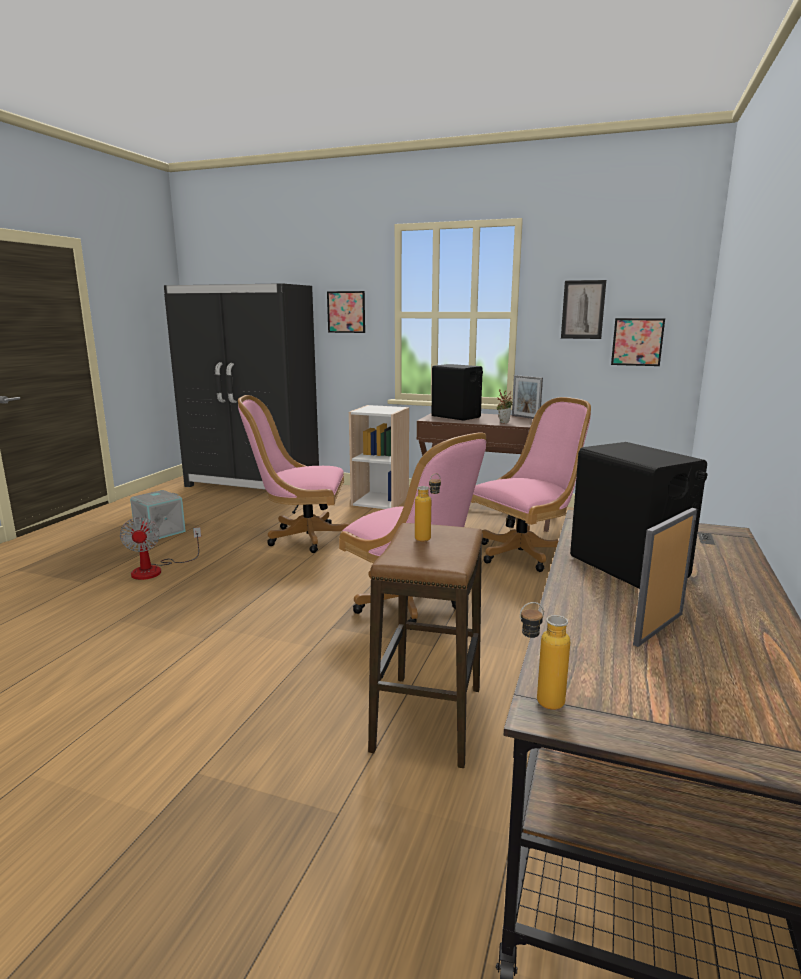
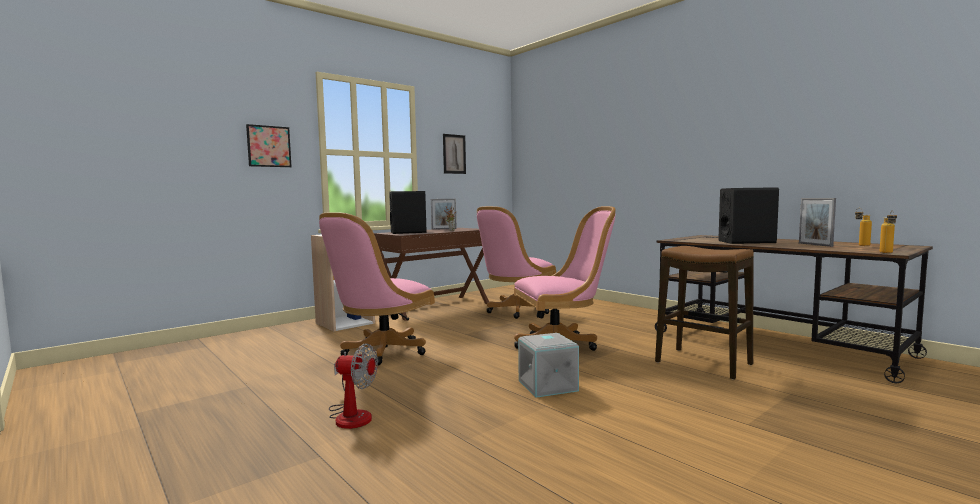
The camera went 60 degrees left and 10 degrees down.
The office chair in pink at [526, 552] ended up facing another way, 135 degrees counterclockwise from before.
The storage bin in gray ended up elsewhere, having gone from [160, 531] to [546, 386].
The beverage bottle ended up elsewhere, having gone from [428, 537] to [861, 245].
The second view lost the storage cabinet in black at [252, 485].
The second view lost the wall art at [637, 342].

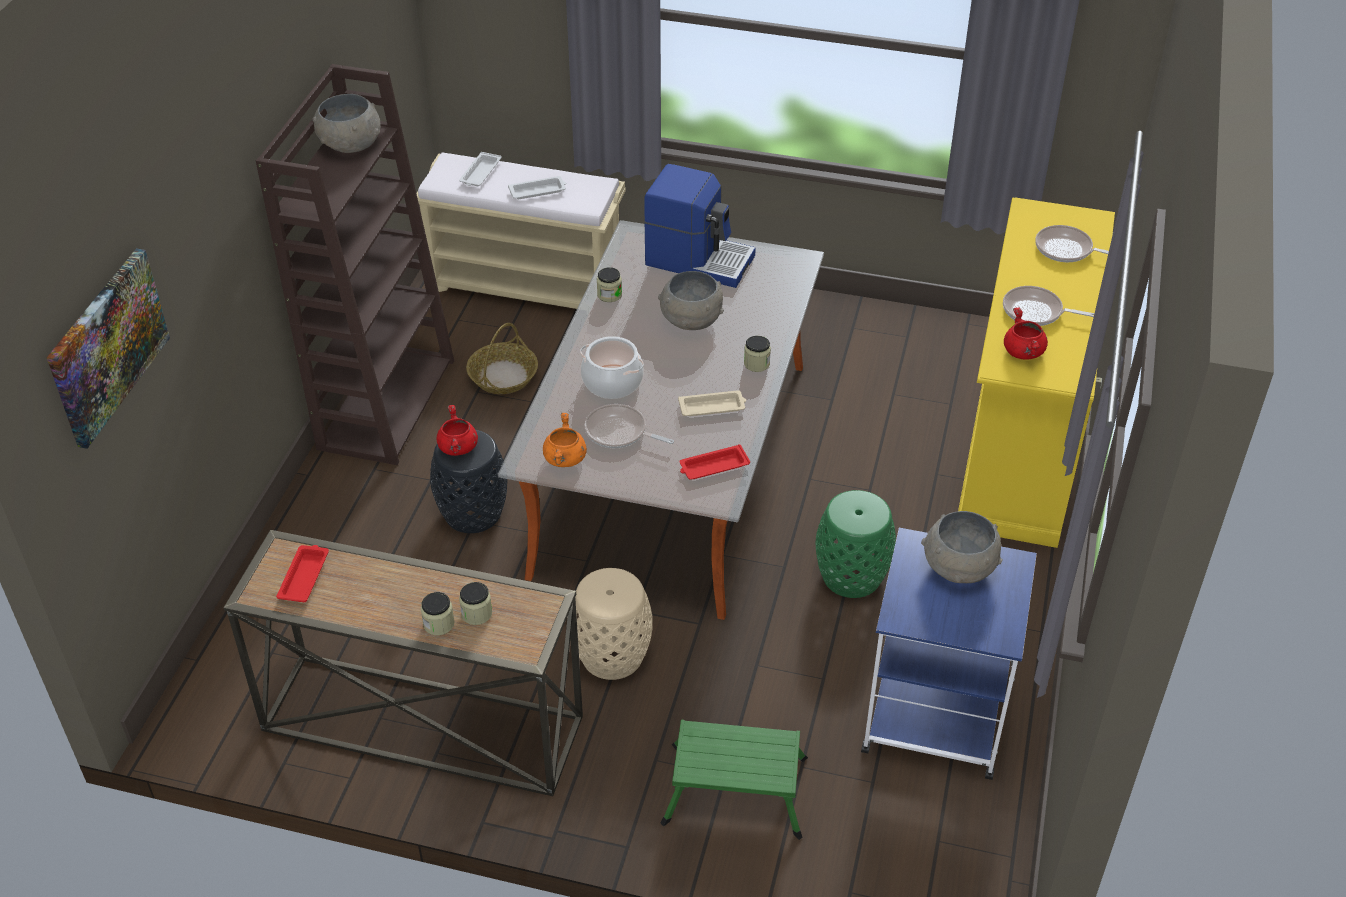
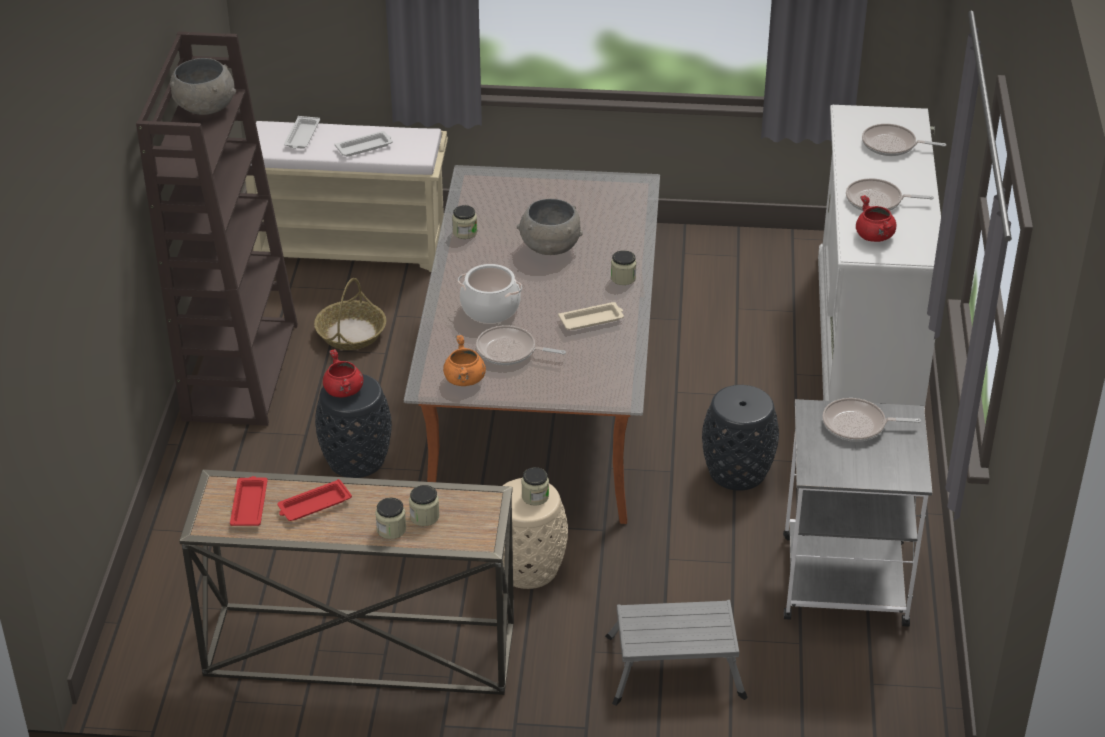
The camera went 10 degrees left and 5 degrees down.
The carrying tray in red-coloured ended up elsewhere, having gone from [713, 466] to [313, 505].
The second view gained the storage jar at [535, 496].
What was the step ladder in green-coloured at [734, 789] turned into the step ladder in gray at [674, 666].
What was the sitting stool in green-coloured at [851, 576] turned into the sitting stool in black at [737, 472].
What was the cart in blue-coloured at [934, 718] turned into the cart in gray at [844, 583].
What was the storage cabinet in yellowish at [1021, 442] turned into the storage cabinet in white at [867, 337].
Where the deep dish in gray stood at [959, 567], the pan came to stand at [858, 425].
The second view lost the wall art at [107, 346].
The second view lost the coffee brewer at [699, 259].

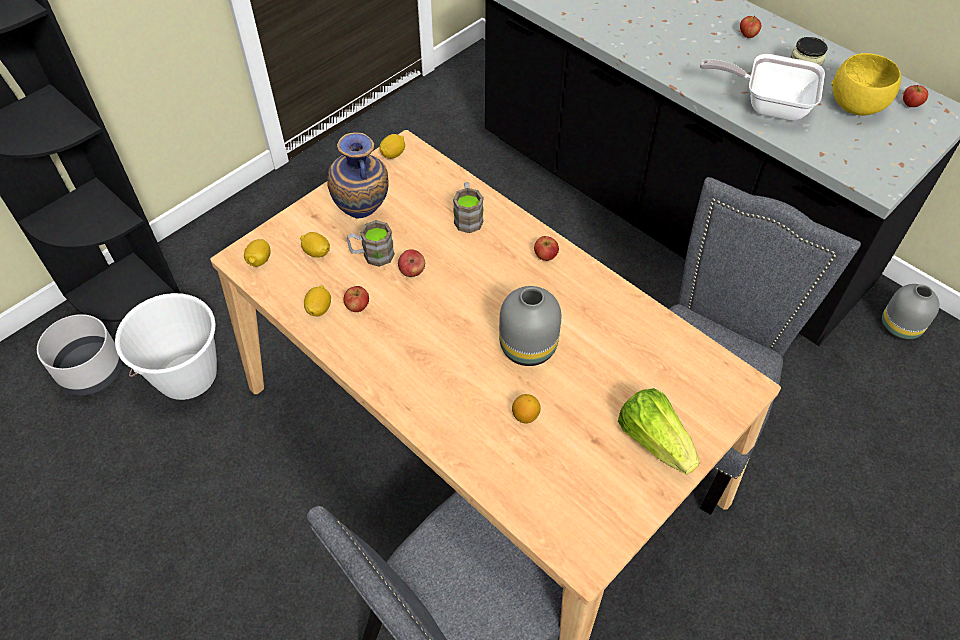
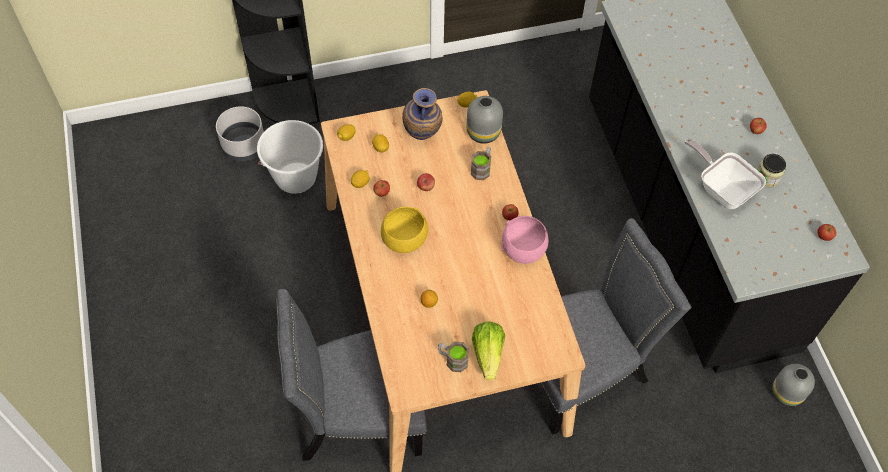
The camera went 30 degrees right and 5 degrees up.
The deep dish in yellowish ended up elsewhere, having gone from [856, 106] to [404, 241].
The mug in brown ended up elsewhere, having gone from [372, 255] to [452, 360].
The decorative vase in gray ended up elsewhere, having gone from [528, 348] to [483, 133].
The second view gained the deep dish in pink at [523, 250].

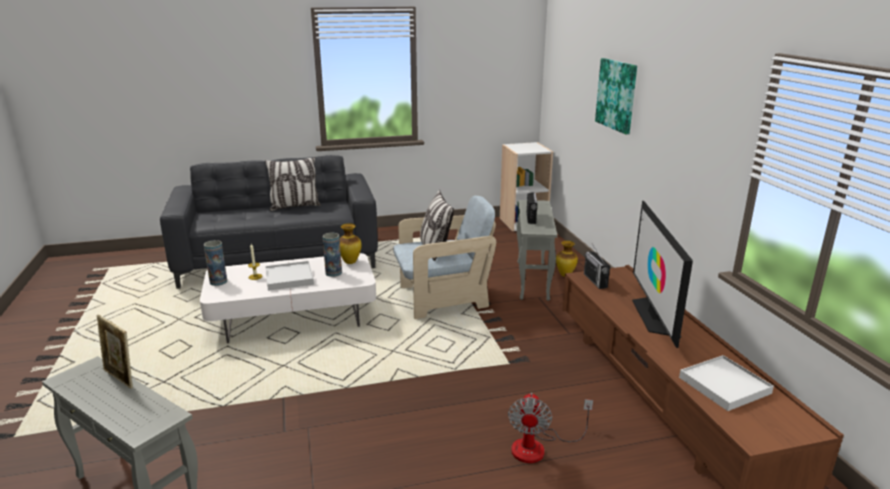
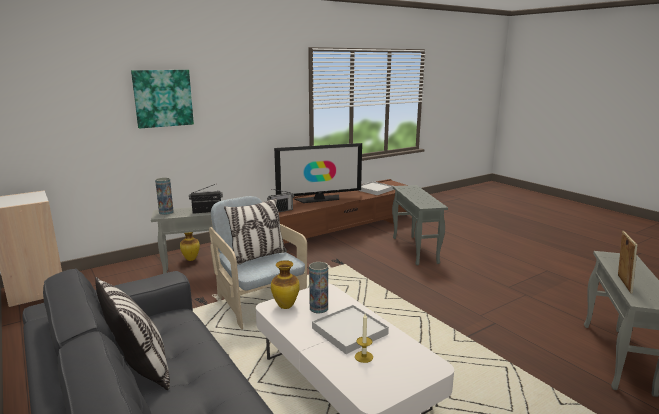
The camera went 110 degrees left and 5 degrees down.
The decorative vase ended up elsewhere, having gone from [218, 282] to [166, 212].
Where the electric fan stood at [538, 447], the accent table in gray came to stand at [414, 250].

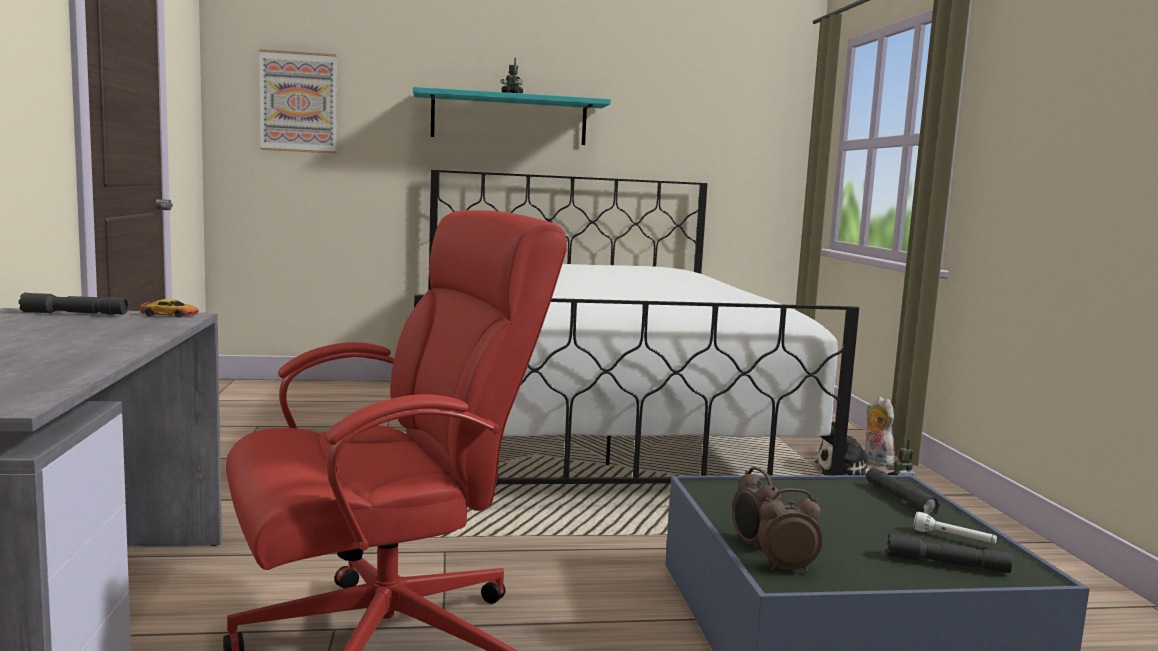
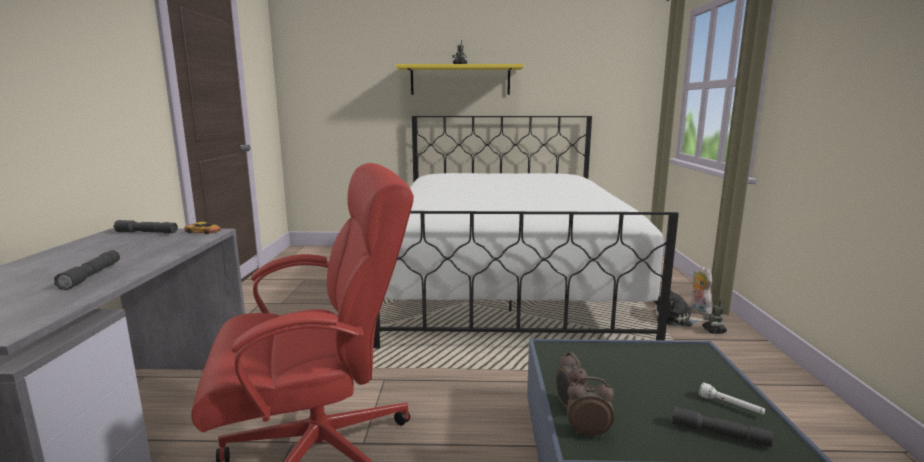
The camera went 10 degrees right and 5 degrees up.
The torch in gray ended up elsewhere, having gone from [899, 499] to [91, 275].
What was the shelf in blue-green at [509, 119] turned into the shelf in yellowish at [460, 80].
The second view lost the wall art at [298, 102].

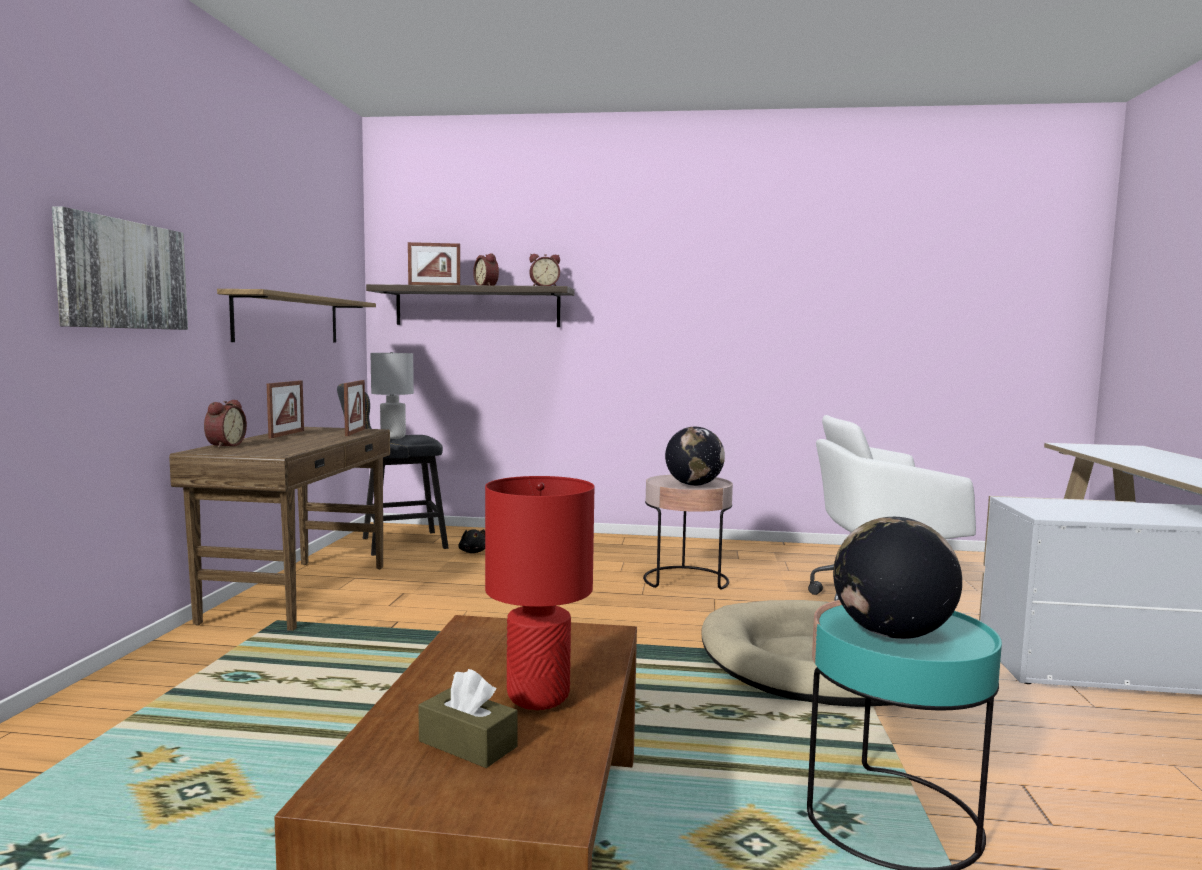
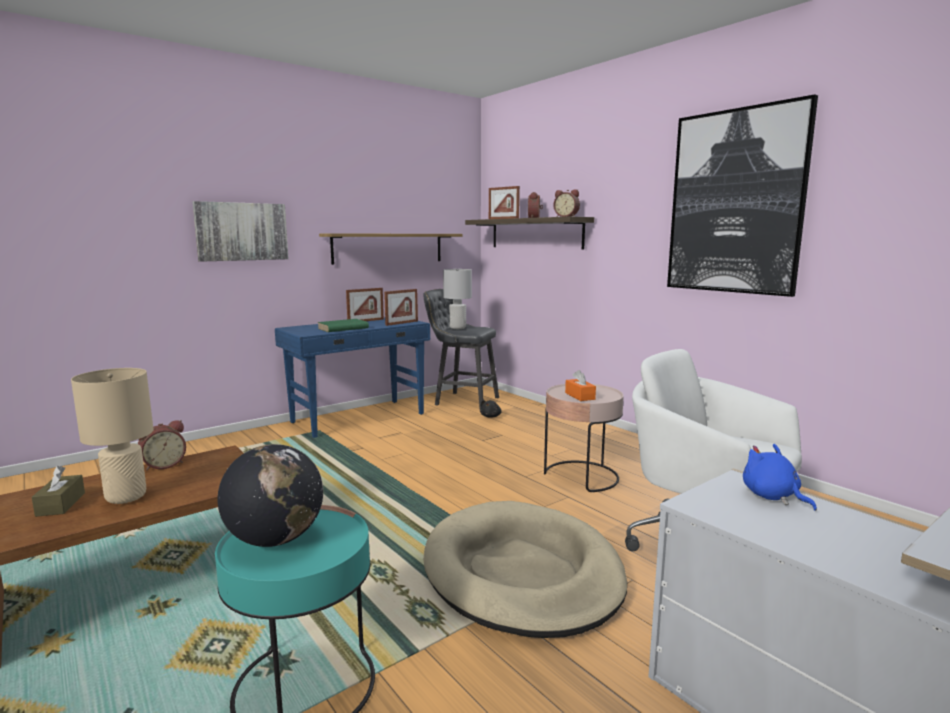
The camera went 45 degrees right and 5 degrees up.
What was the tabletop lamp in red-coloured at [538, 702] turned into the tabletop lamp in sand-coloured at [126, 499].
The alarm clock ended up elsewhere, having gone from [224, 445] to [163, 465].
What was the narrow table in brown at [299, 593] turned into the narrow table in blue-coloured at [359, 418].
The second view gained the bound book in green-coloured at [342, 328].
Where the desk globe stood at [694, 485], the box of tissues in orange-coloured came to stand at [580, 396].
The second view gained the wall art at [735, 202].
The second view gained the plush toy in blue-coloured at [772, 497].

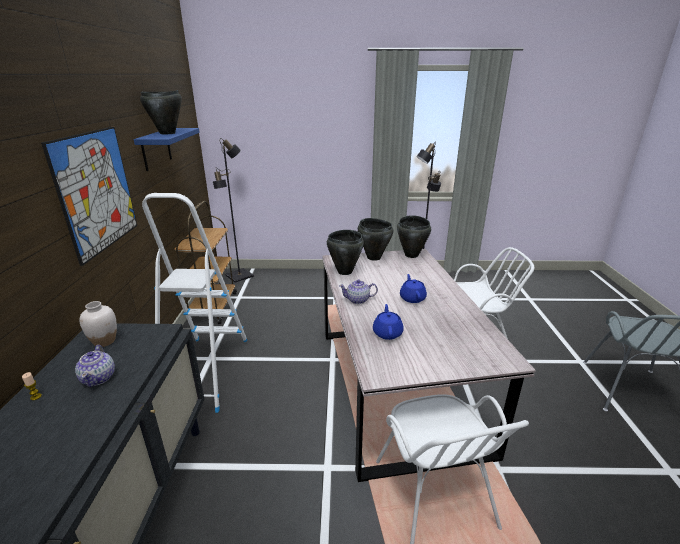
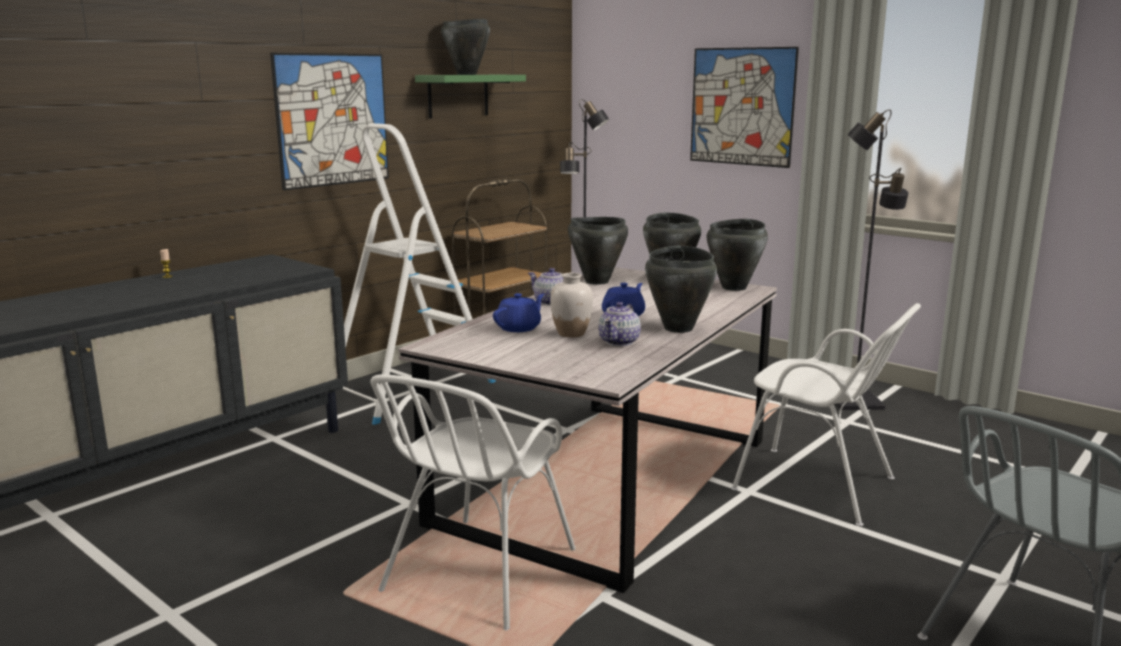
The camera went 40 degrees right and 10 degrees down.
What was the shelf in blue-coloured at [156, 149] turned into the shelf in green-coloured at [458, 95].
The decorative vase in white ended up elsewhere, having gone from [104, 341] to [571, 334].
The teapot ended up elsewhere, having gone from [99, 378] to [619, 341].
The second view gained the cooking pot in black at [679, 328].
The second view gained the wall art at [742, 106].

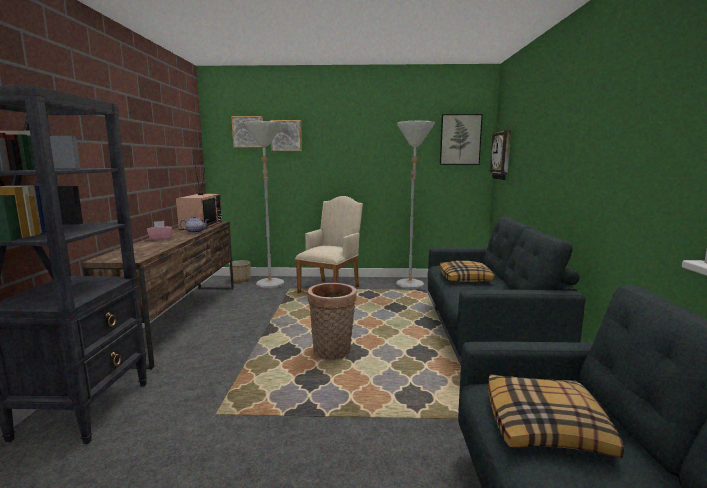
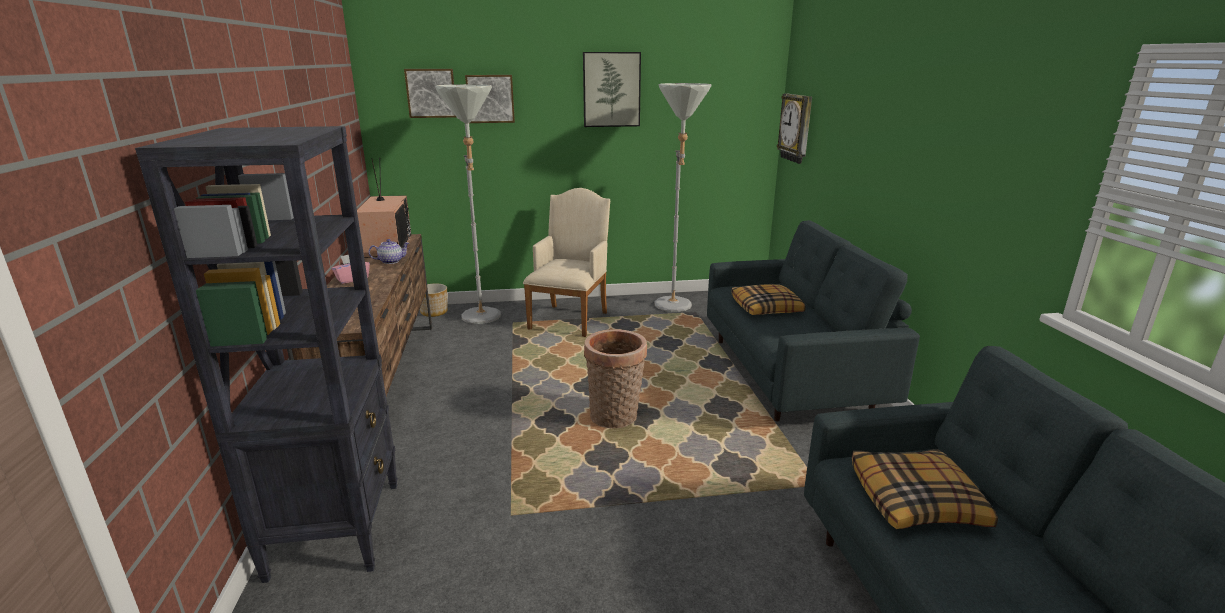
The camera went 10 degrees left and 10 degrees up.
The wall art ended up elsewhere, having gone from [460, 139] to [611, 89].

